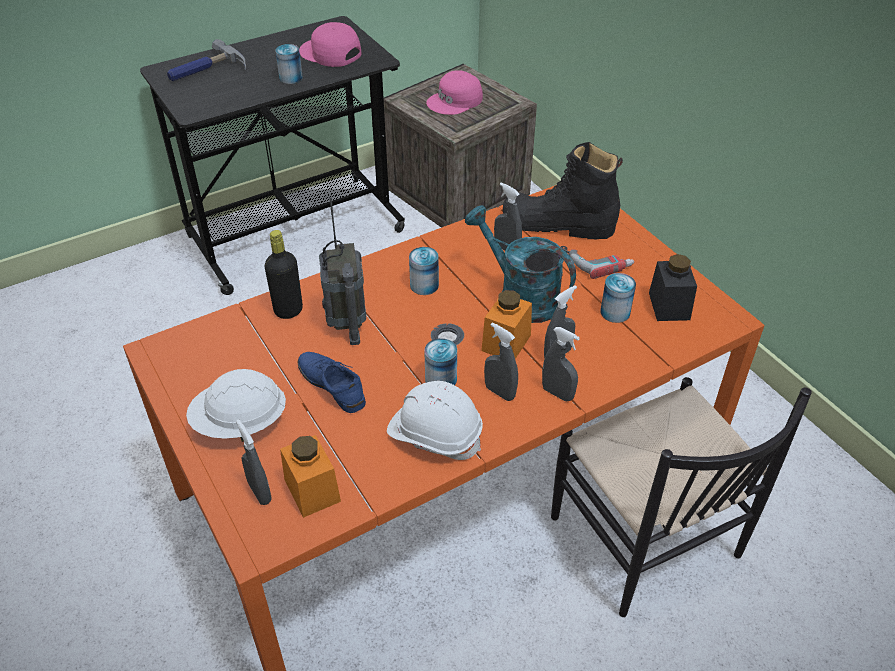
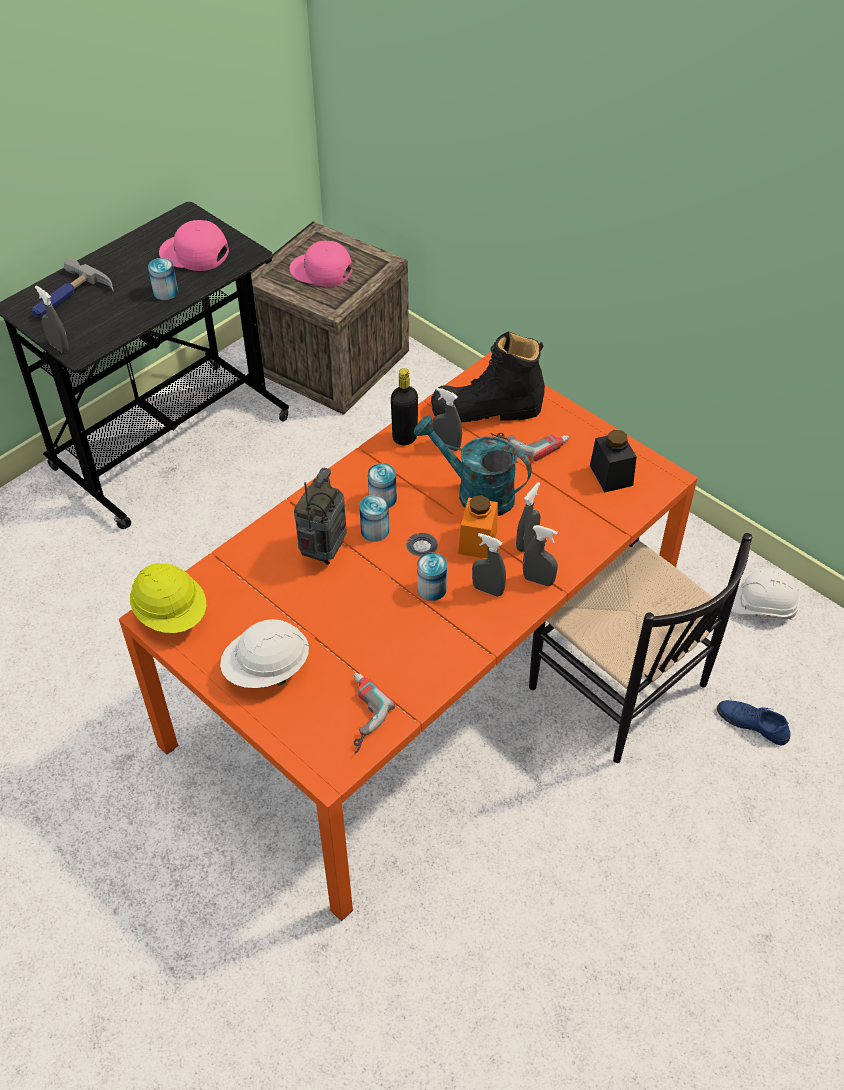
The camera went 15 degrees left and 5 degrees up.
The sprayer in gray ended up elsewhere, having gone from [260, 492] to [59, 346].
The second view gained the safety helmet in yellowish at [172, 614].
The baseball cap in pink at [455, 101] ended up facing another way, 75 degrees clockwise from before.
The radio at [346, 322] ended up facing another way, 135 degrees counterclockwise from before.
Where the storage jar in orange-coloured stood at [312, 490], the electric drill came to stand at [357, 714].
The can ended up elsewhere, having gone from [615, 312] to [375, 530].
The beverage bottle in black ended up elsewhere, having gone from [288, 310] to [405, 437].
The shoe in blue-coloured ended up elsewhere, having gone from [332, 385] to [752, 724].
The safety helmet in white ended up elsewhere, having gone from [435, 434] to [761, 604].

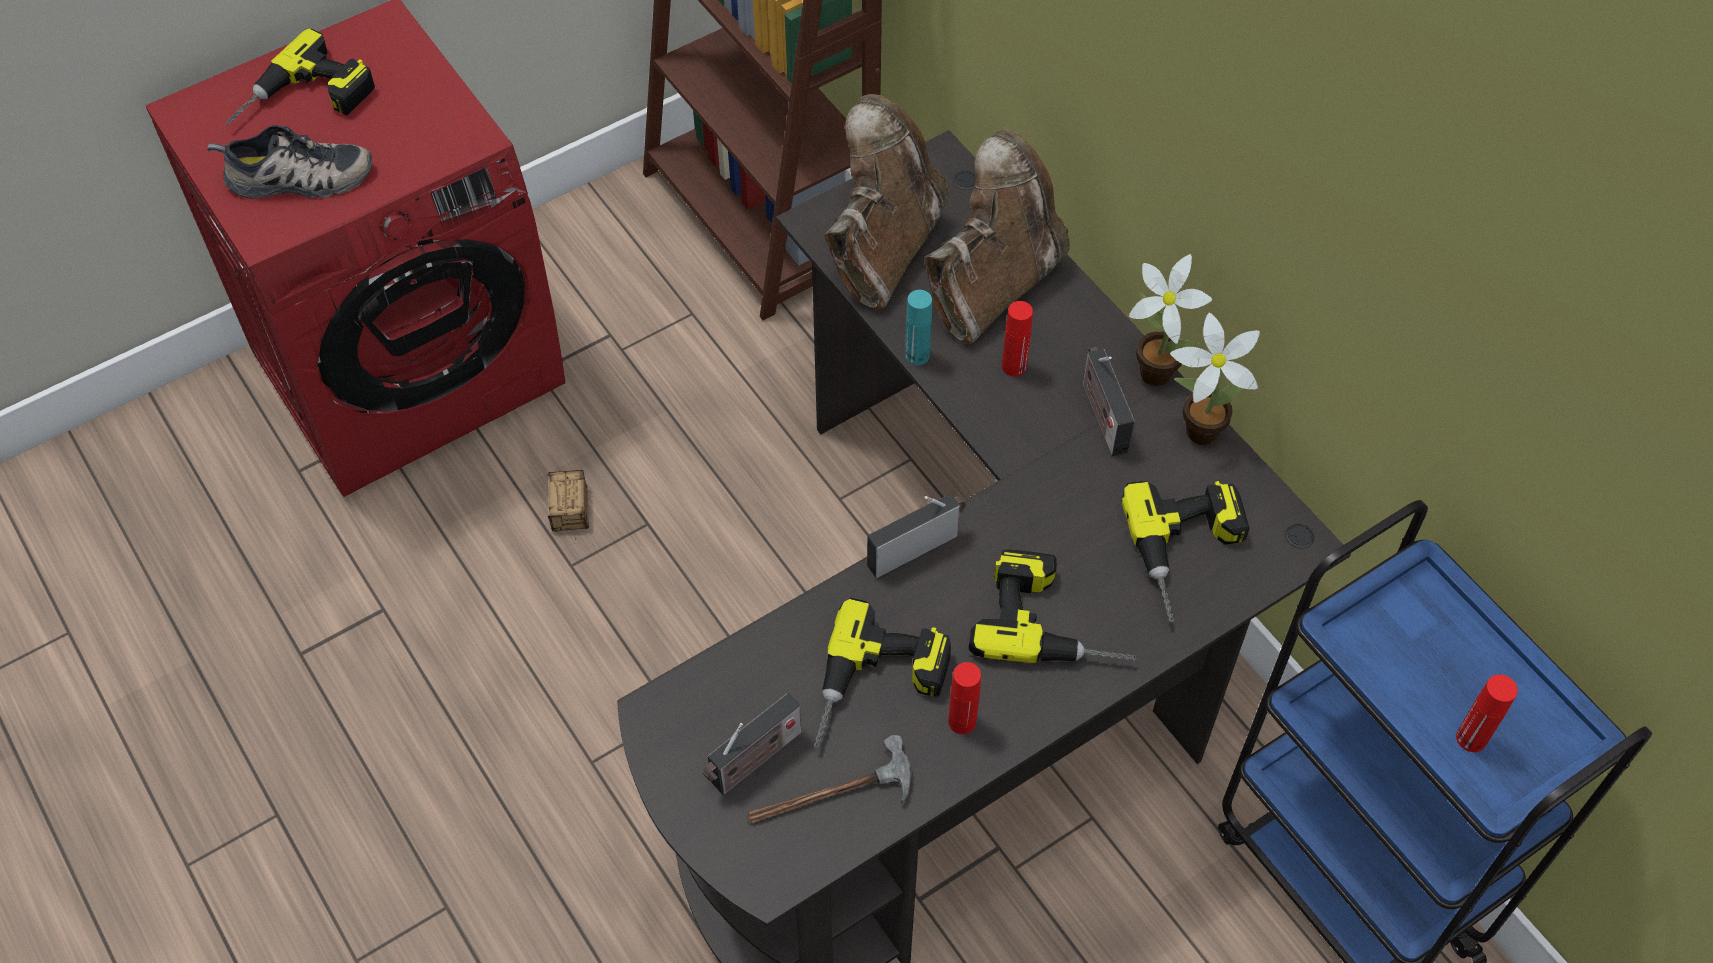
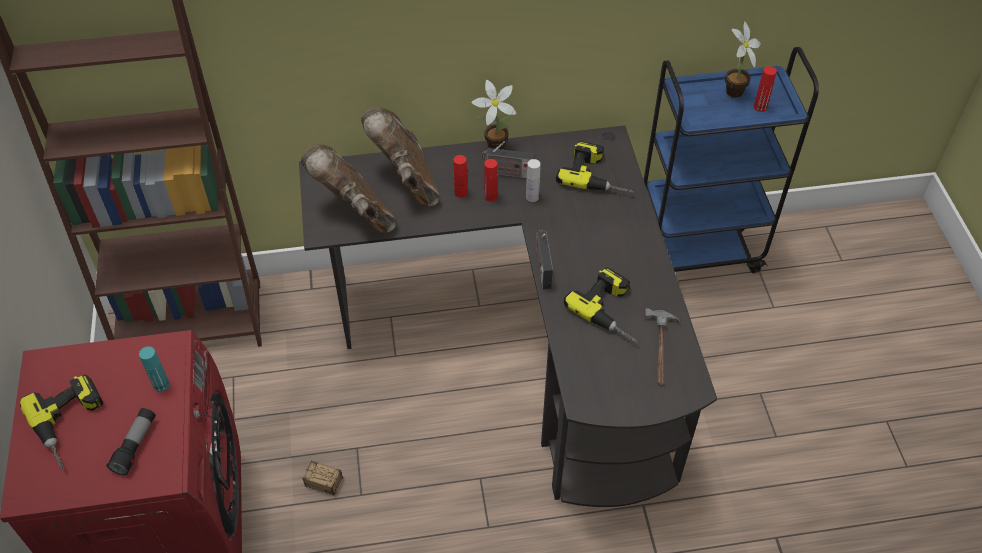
The camera went 65 degrees left and 5 degrees down.
Where the shoe stood at [298, 180], the torch came to stand at [135, 446].
The beverage bottle in blue-green ended up elsewhere, having gone from [917, 355] to [161, 385].
The beverage bottle in red-coloured ended up elsewhere, having gone from [962, 721] to [490, 196].
The second view gained the beverage bottle in white at [532, 197].
The potted plant ended up elsewhere, having gone from [1196, 430] to [732, 93].
The second view lost the radio at [753, 762].
The second view lost the electric drill at [1054, 619].

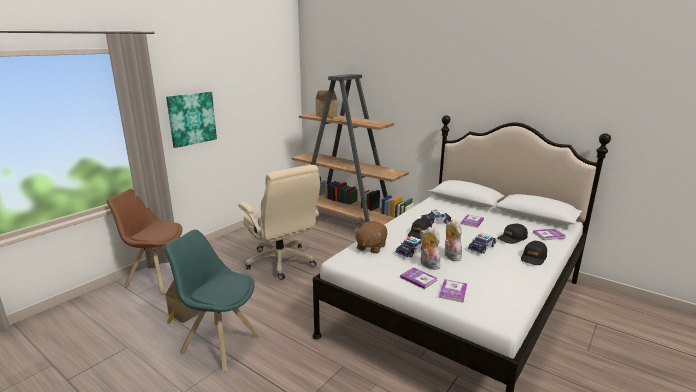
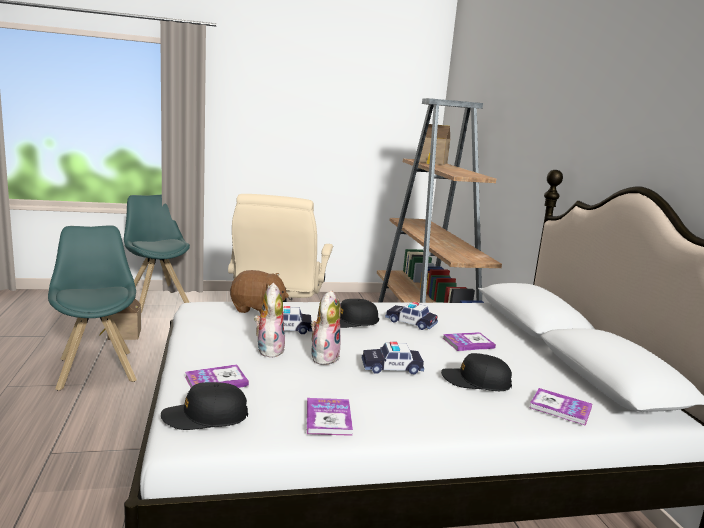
The camera went 40 degrees right and 5 degrees down.
What was the plain chair in brown at [157, 279] turned into the plain chair in blue-green at [157, 302].
The baseball cap in black ended up elsewhere, having gone from [533, 258] to [205, 417].
The plush toy in brown at [371, 247] ended up facing another way, 150 degrees counterclockwise from before.
The bound book ended up elsewhere, having gone from [418, 279] to [328, 418].
The second view lost the wall art at [191, 118].

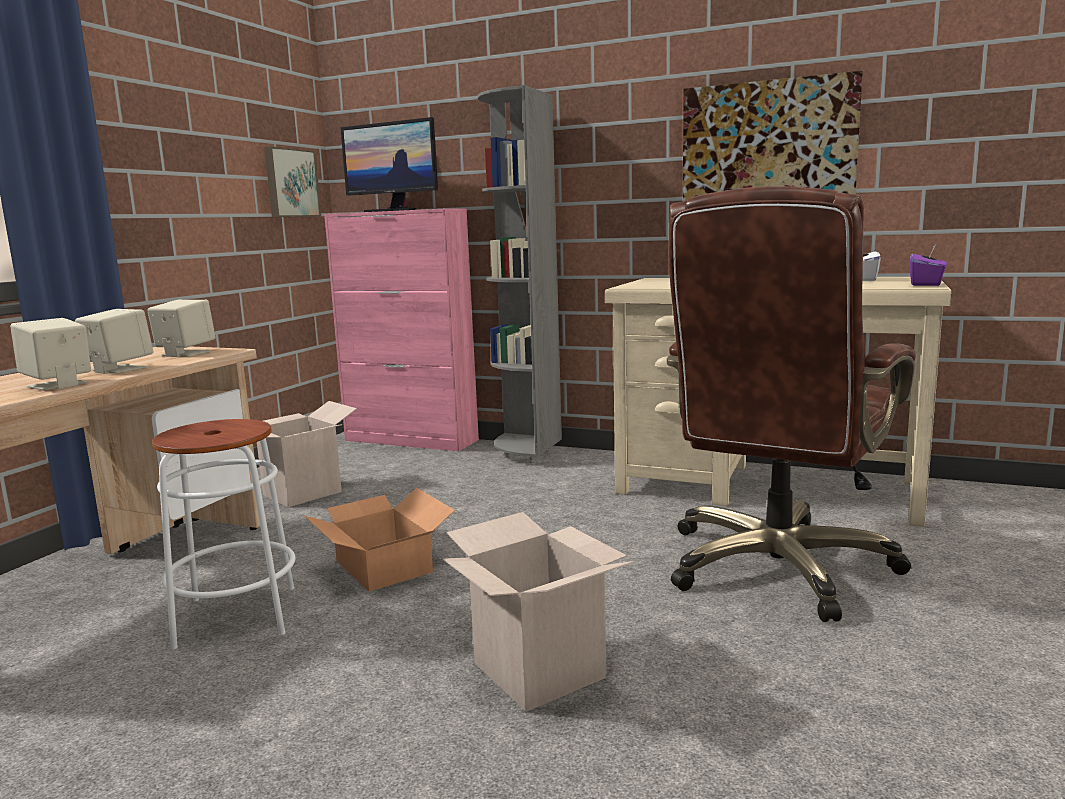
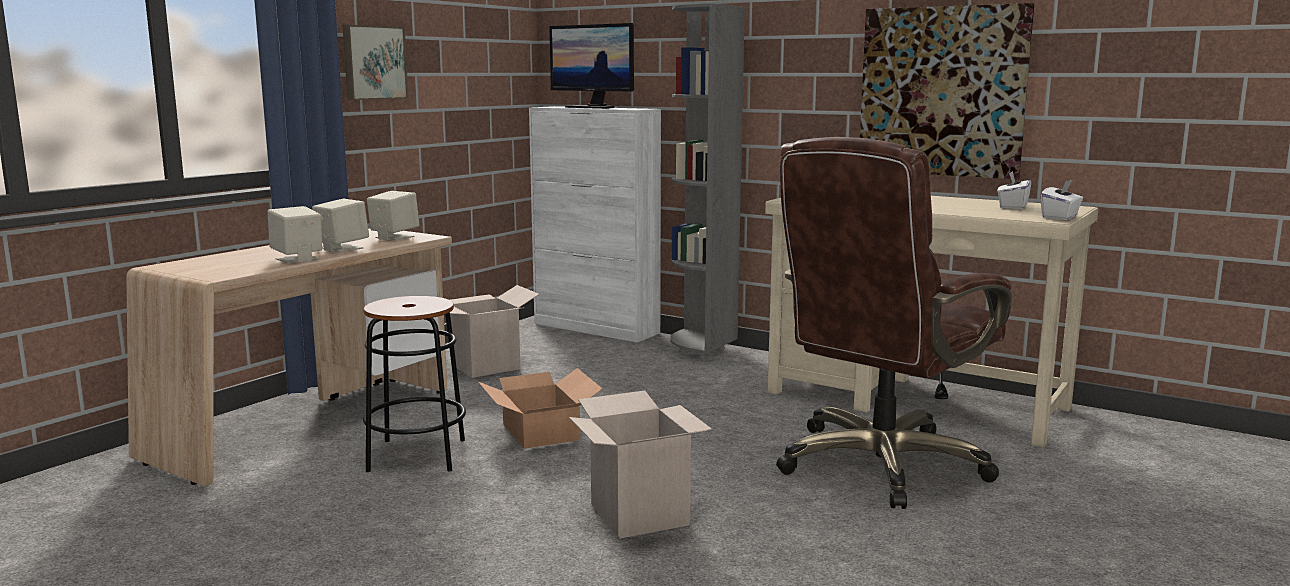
The camera went 10 degrees right and 0 degrees up.
The wall art ended up elsewhere, having gone from [290, 183] to [373, 62].
What was the sitting stool in white at [237, 616] turned into the sitting stool in black at [417, 455].
What was the storage cabinet in pink at [411, 440] turned into the storage cabinet in white at [596, 328].
What was the box of tissues in purple at [926, 284] turned into the box of tissues in white at [1060, 217].

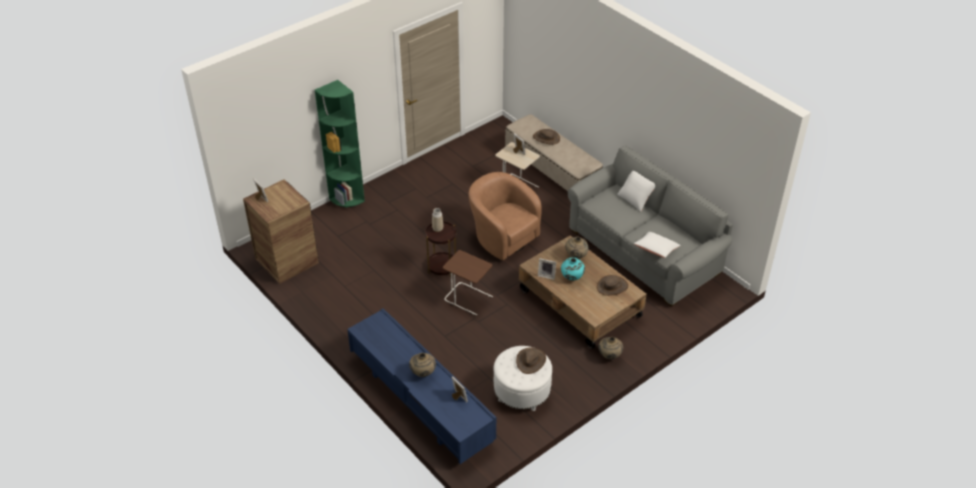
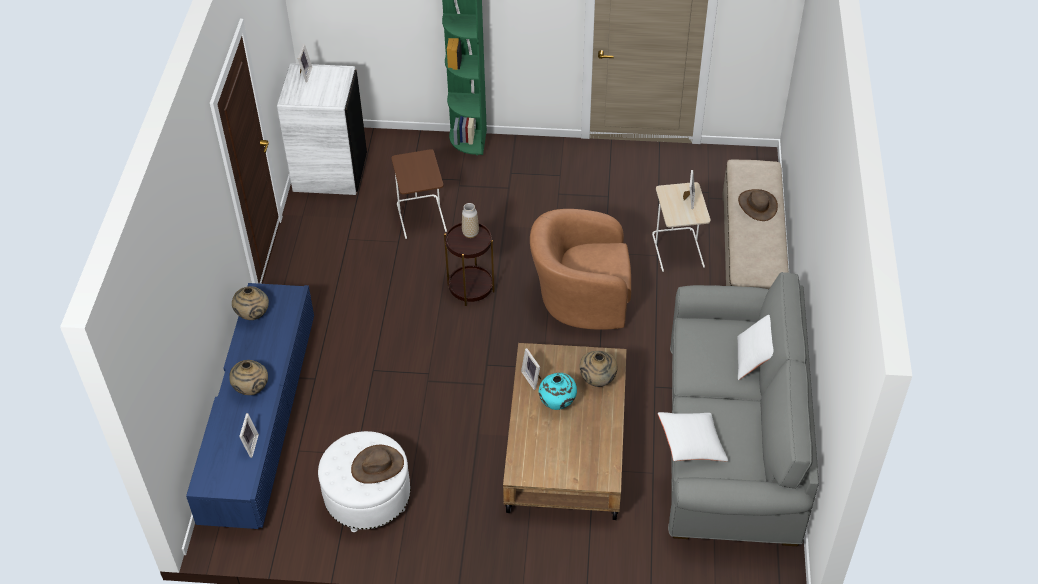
The camera went 45 degrees right and 5 degrees up.
The decorative vase in sand-coloured ended up elsewhere, having gone from [609, 356] to [253, 315].
What was the storage cabinet in brown at [287, 260] turned into the storage cabinet in white at [330, 171].
The accent table in brown ended up elsewhere, having gone from [468, 298] to [422, 217].
The lounge chair in brown at [502, 238] ended up facing another way, 90 degrees counterclockwise from before.
The second view lost the wearable hat in brown at [612, 287].

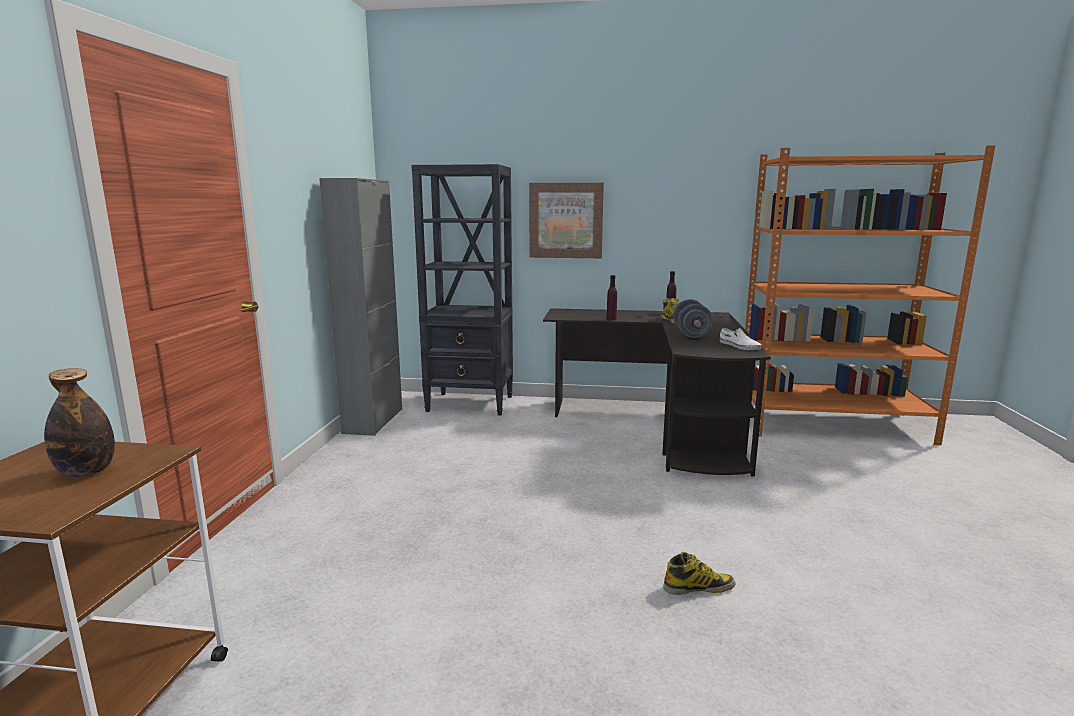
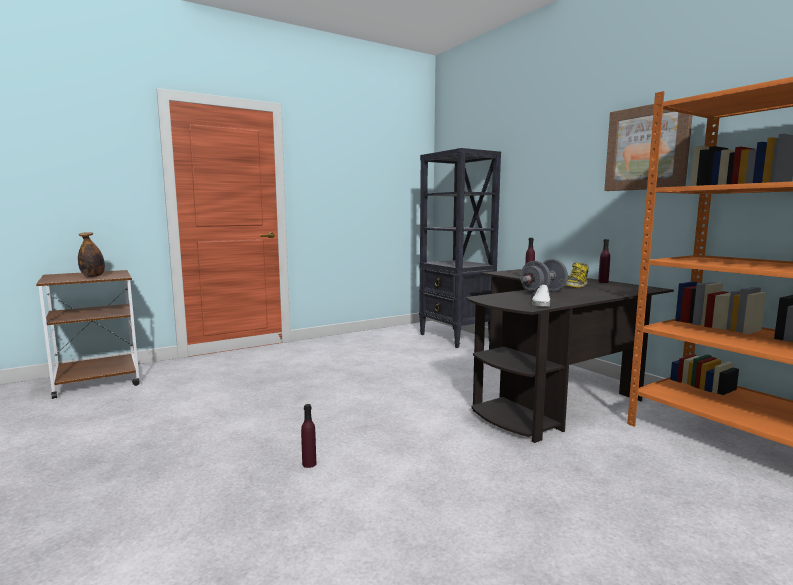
The camera went 50 degrees right and 5 degrees down.
Where the high-top boot stood at [698, 587], the beverage bottle in purple came to stand at [309, 464].
The wall art ended up elsewhere, having gone from [566, 220] to [647, 148].
The second view lost the storage cabinet in gray at [373, 421].

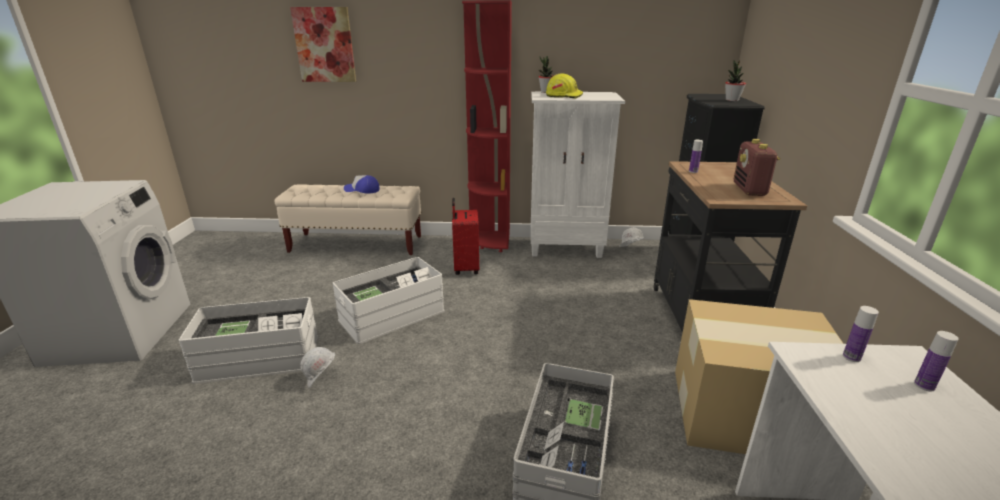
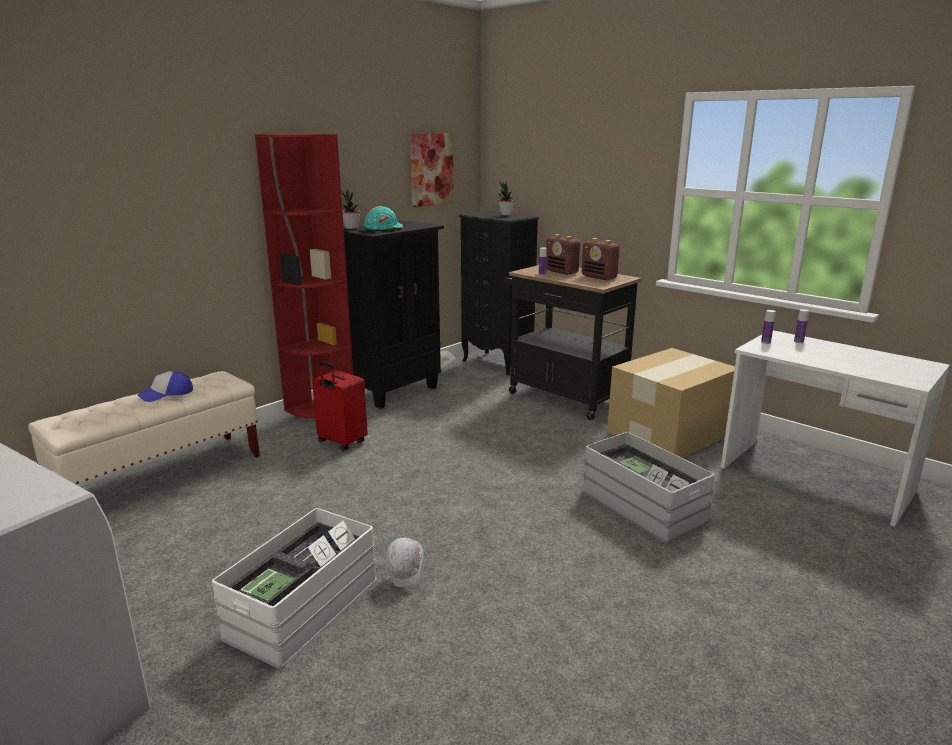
The camera went 50 degrees left and 5 degrees down.
What was the storage cabinet in white at [566, 249] turned into the storage cabinet in black at [396, 393].
What was the safety helmet in yellowish at [564, 96] turned into the safety helmet in blue-green at [383, 229].
The wall art ended up elsewhere, having gone from [324, 45] to [431, 169].
The second view gained the radio at [562, 272].
The second view lost the storage bin in white at [392, 314].

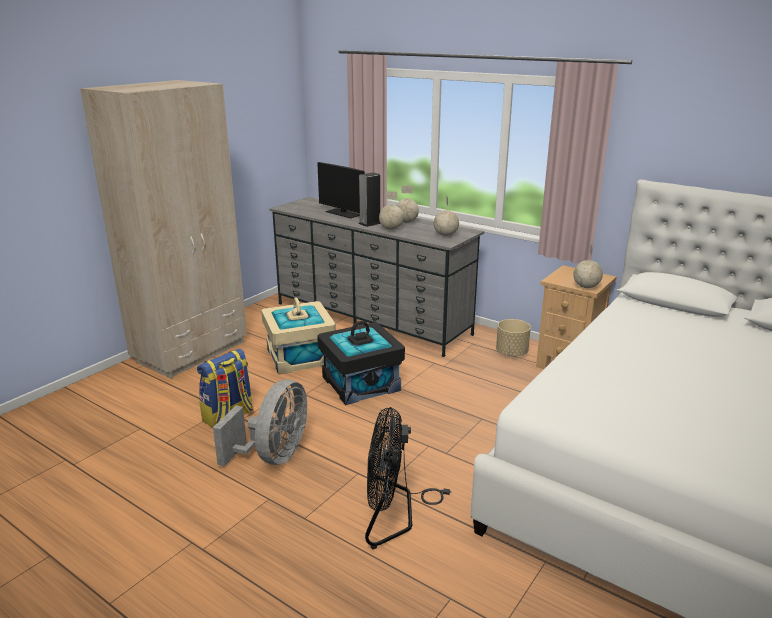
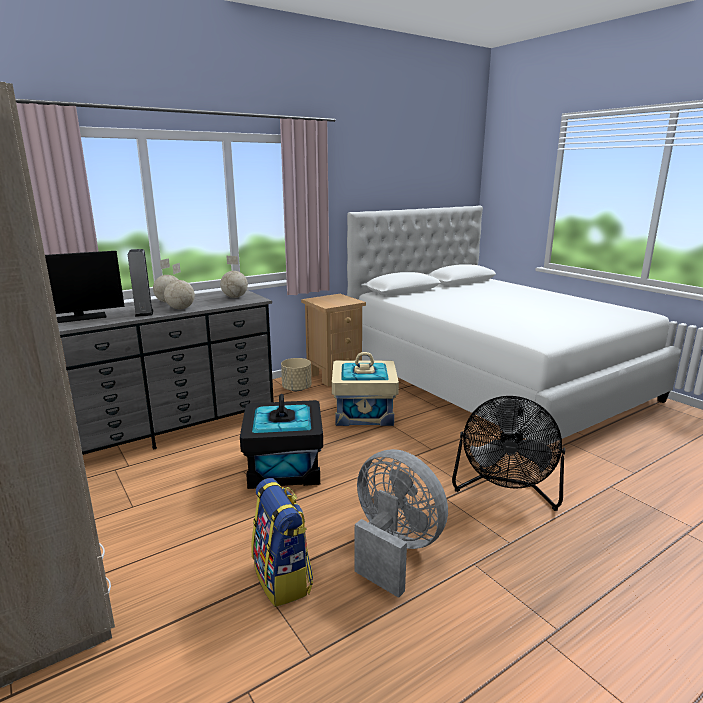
The camera went 70 degrees left and 5 degrees down.
The storage bin in sand-coloured ended up elsewhere, having gone from [300, 357] to [364, 412].
The second view lost the desk globe at [586, 287].

